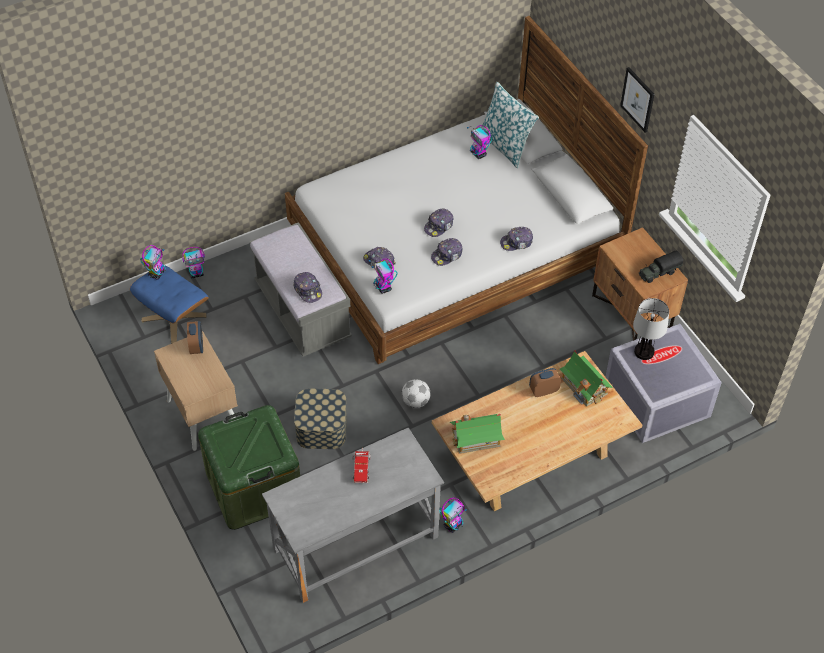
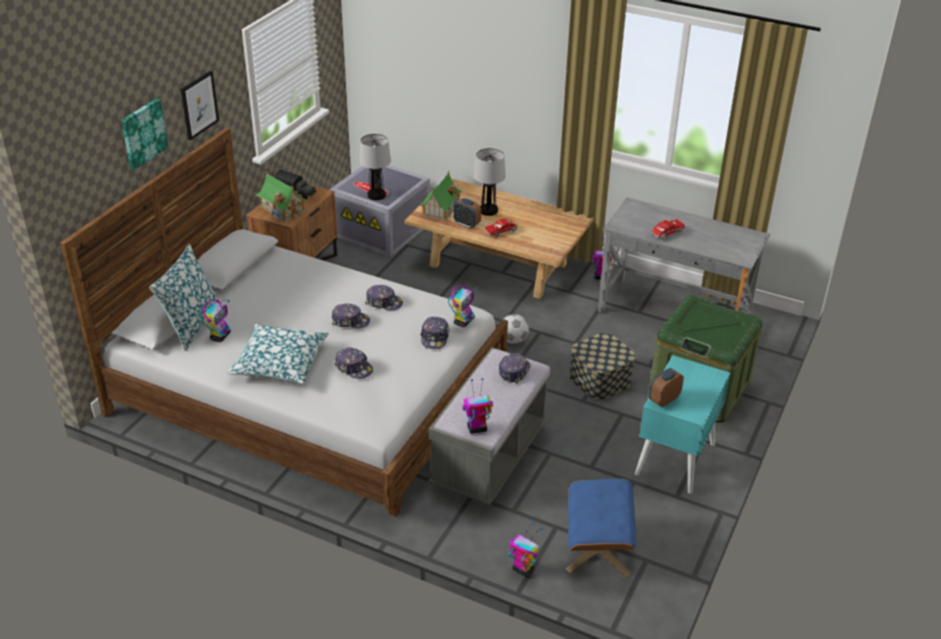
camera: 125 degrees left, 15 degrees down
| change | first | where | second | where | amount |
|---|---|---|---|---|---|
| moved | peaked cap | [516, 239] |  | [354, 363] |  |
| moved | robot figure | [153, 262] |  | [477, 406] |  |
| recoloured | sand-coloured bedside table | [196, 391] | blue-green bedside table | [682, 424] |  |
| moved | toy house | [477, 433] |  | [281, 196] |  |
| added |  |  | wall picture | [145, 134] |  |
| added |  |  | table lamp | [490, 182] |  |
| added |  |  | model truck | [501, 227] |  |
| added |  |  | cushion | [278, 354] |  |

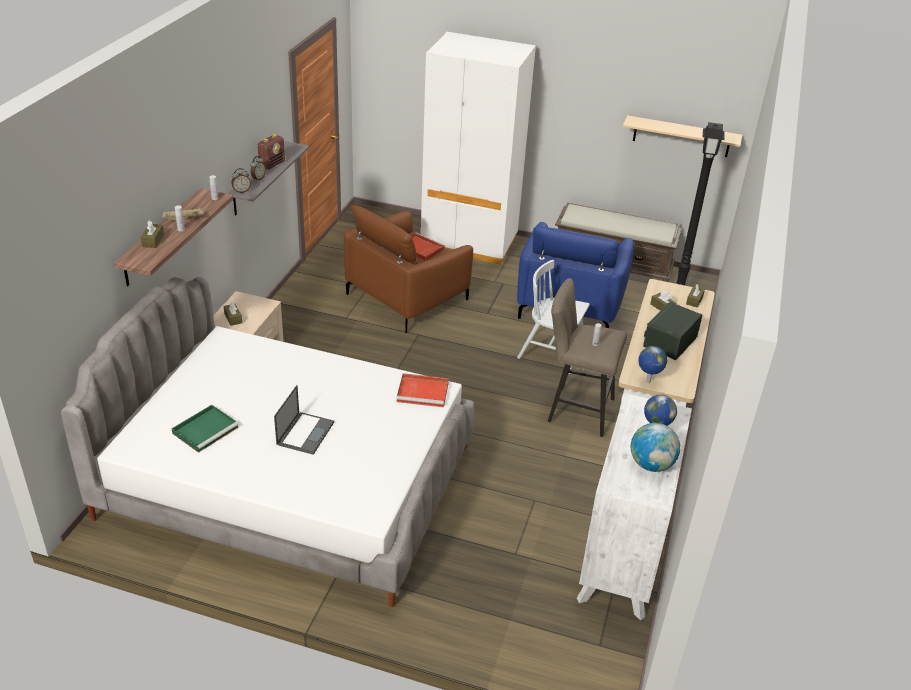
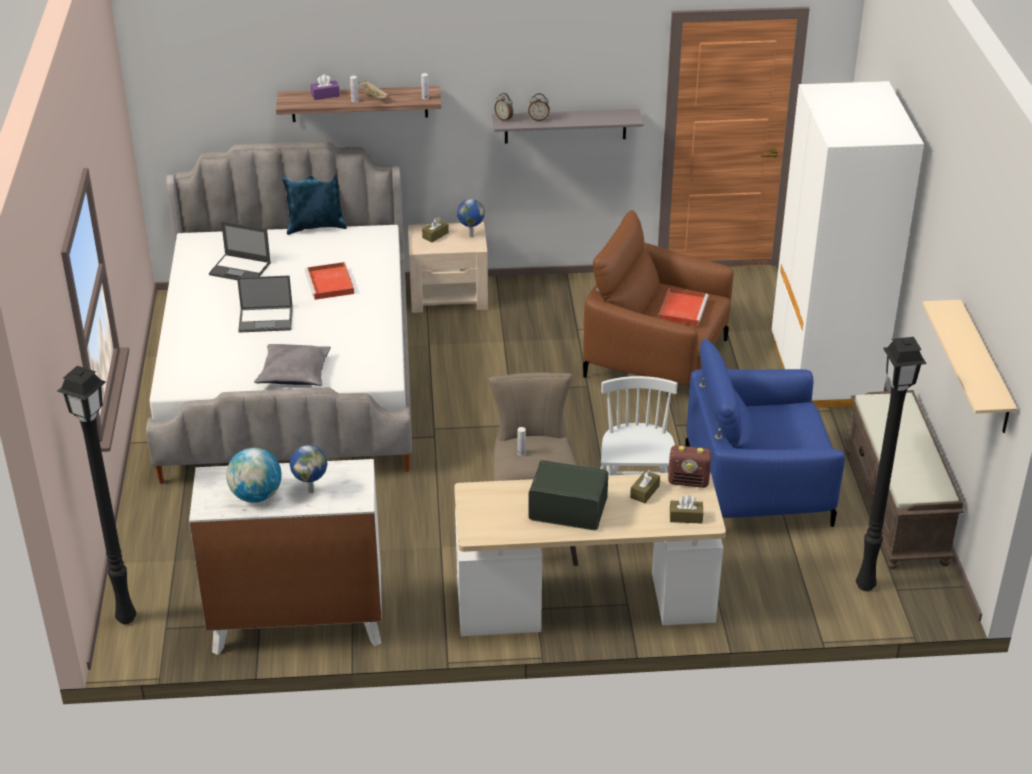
camera: 70 degrees right, 0 degrees up
| change | first | where | second | where | amount |
|---|---|---|---|---|---|
| moved | radio | [271, 152] |  | [690, 466] |  |
| recoloured | brownish box of tissues | [152, 234] | purple box of tissues | [325, 87] |  |
| moved | globe | [652, 364] |  | [471, 218] |  |
| moved | red serving tray | [423, 390] |  | [329, 281] |  |
| replaced | green serving tray | [205, 429] | laptop | [240, 251] |  |
| added |  |  | blue cushion | [314, 205] |  |
| added |  |  | gray cushion | [292, 365] |  |
| added |  |  | blackish floor lamp | [96, 495] |  |

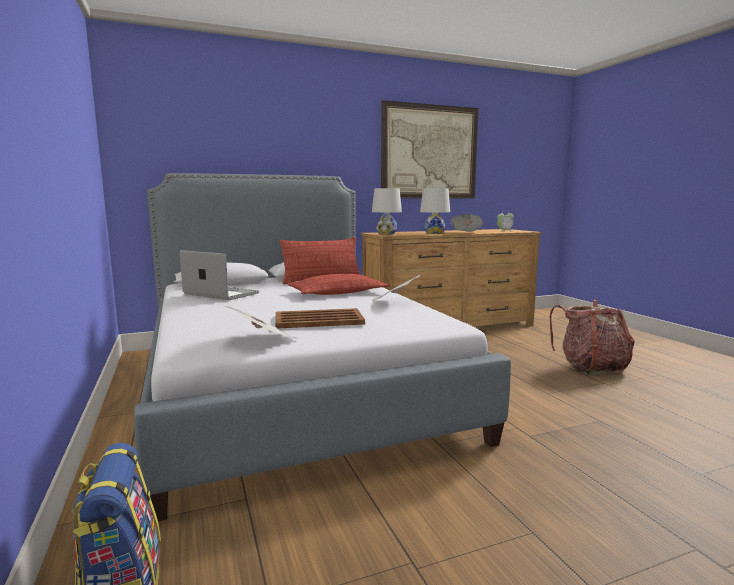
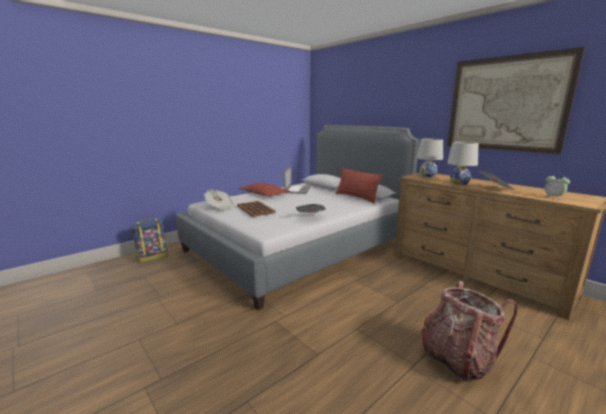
camera: 70 degrees right, 5 degrees up
| change | first | where | second | where | amount |
|---|---|---|---|---|---|
| moved | cushion | [339, 284] |  | [264, 190] |  |

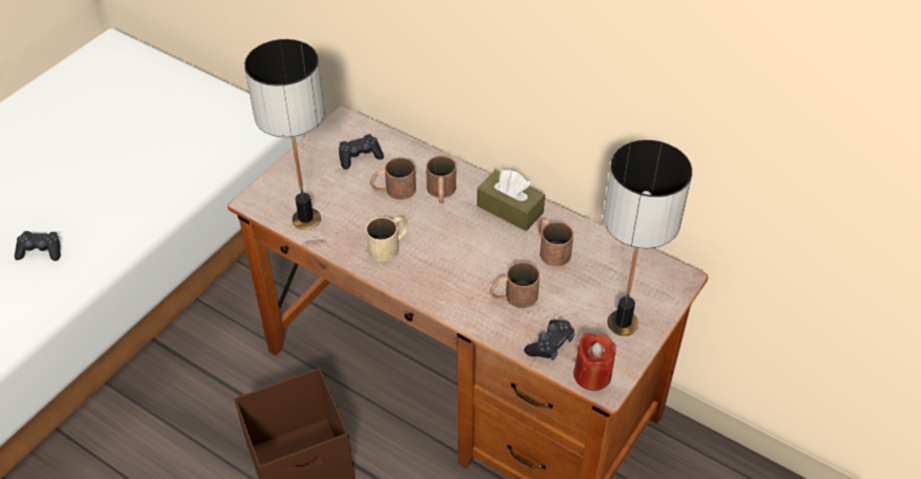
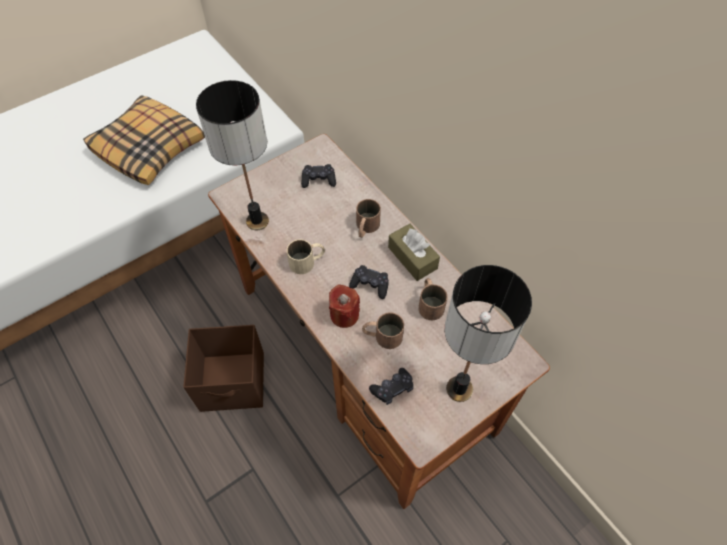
camera: 20 degrees right, 10 degrees up
| change | first | where | second | where | amount |
|---|---|---|---|---|---|
| removed | brownish mug | [393, 178] |  |  |  |
| moved | blackish gamepad | [38, 246] |  | [369, 282] |  |
| moved | red wax candle | [595, 362] |  | [344, 306] |  |
| added |  |  | cushion | [144, 140] |  |

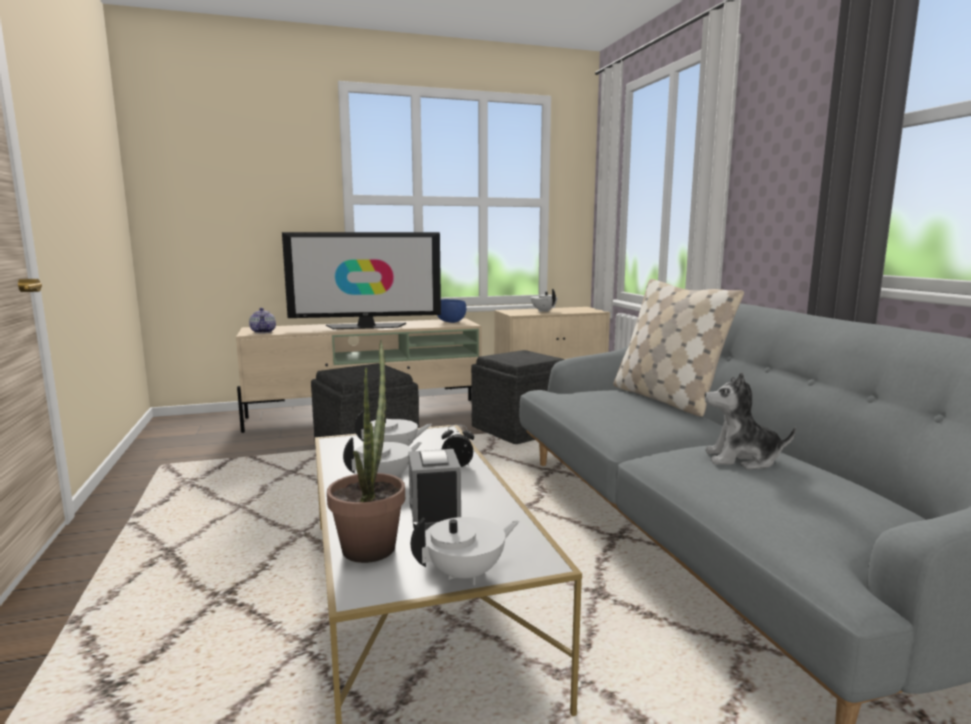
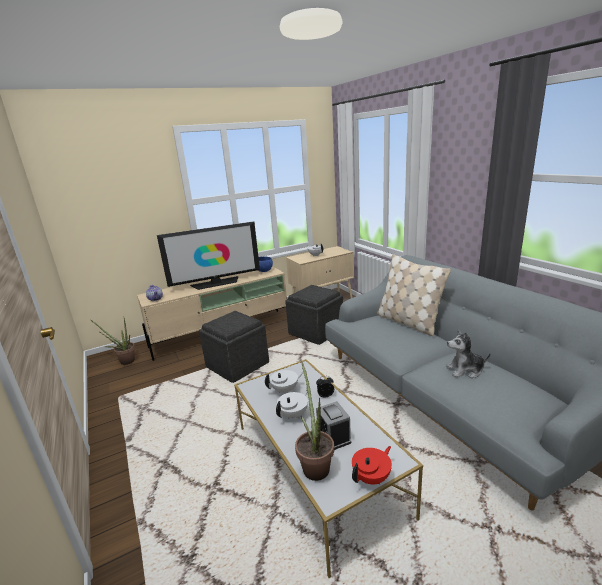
camera: 10 degrees left, 10 degrees up
| change | first | where | second | where | amount |
|---|---|---|---|---|---|
| recoloured | white pot for tea | [465, 551] | red pot for tea | [372, 465] |  |
| added |  |  | potted plant | [113, 341] |  |

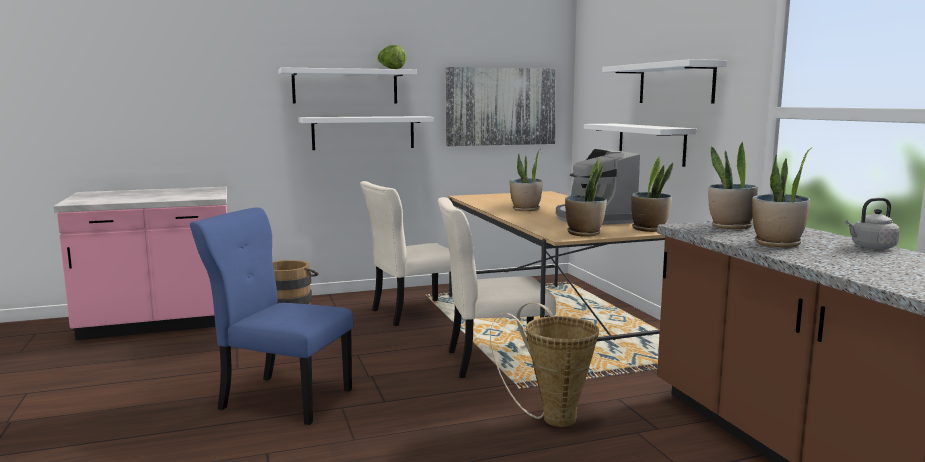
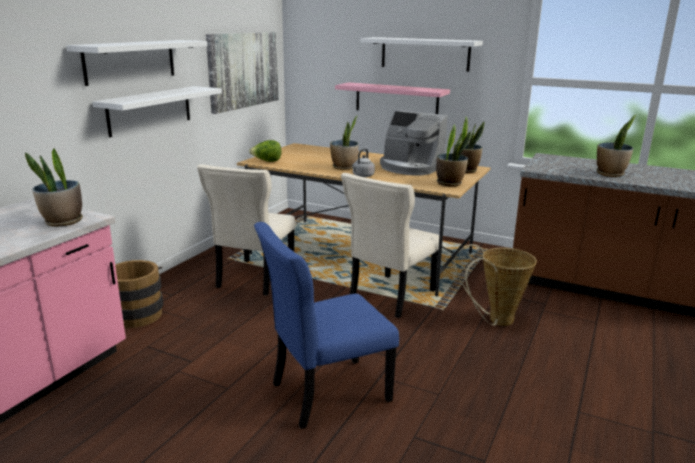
camera: 45 degrees left, 10 degrees up
| change | first | where | second | where | amount |
|---|---|---|---|---|---|
| moved | head of lettuce | [391, 57] |  | [265, 151] |  |
| recoloured | white shelf | [640, 145] | pinkish shelf | [392, 98] |  |
| moved | potted plant | [733, 185] |  | [54, 187] |  |
| moved | gray tea kettle | [872, 223] |  | [363, 163] |  |

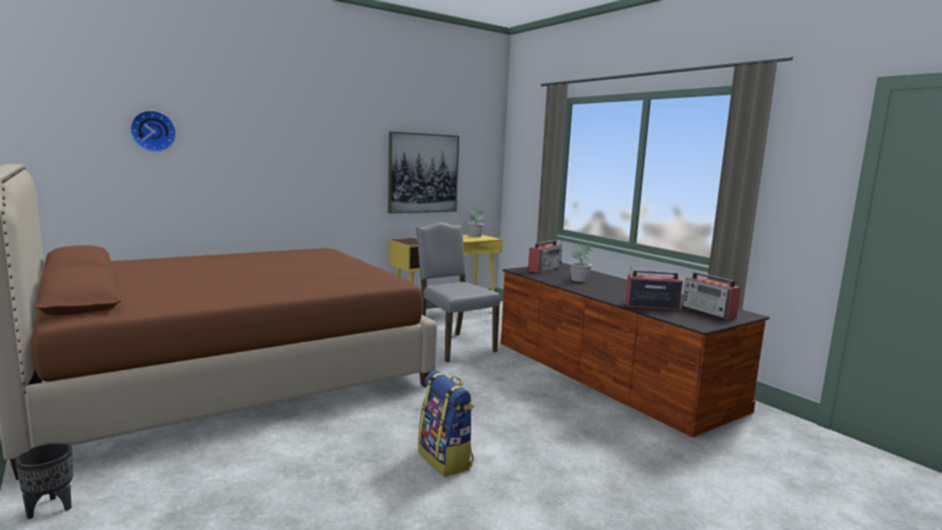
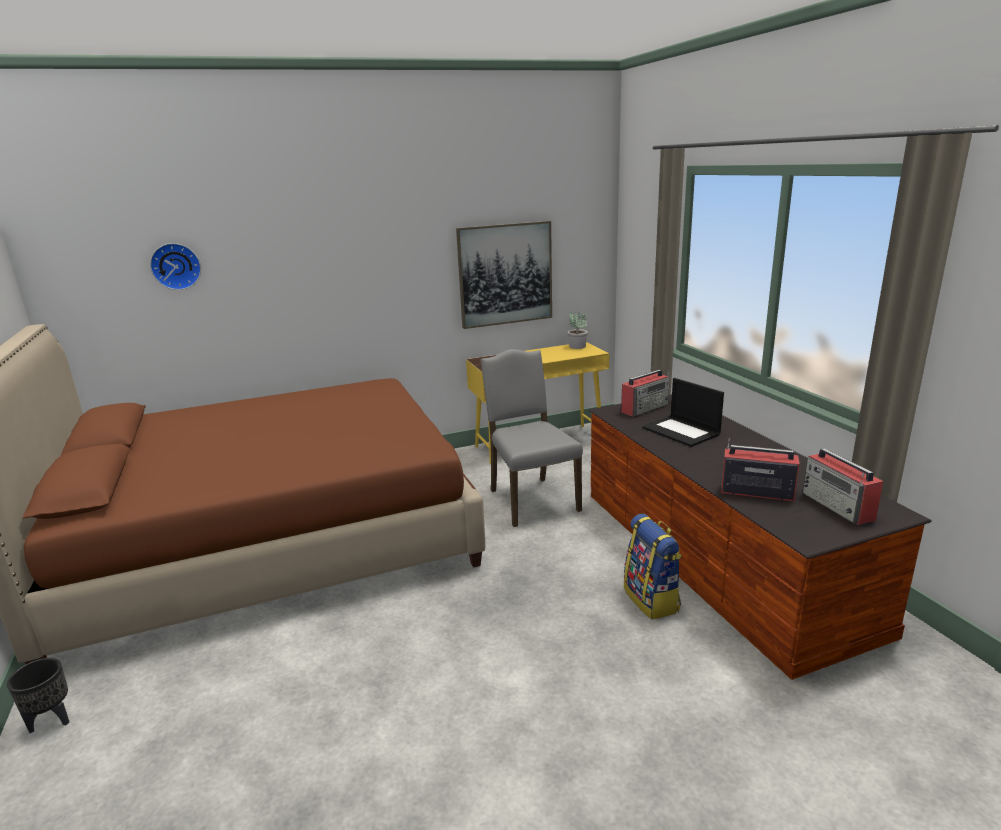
camera: 15 degrees right, 10 degrees up
| change | first | where | second | where | amount |
|---|---|---|---|---|---|
| replaced | potted plant | [581, 262] | laptop | [683, 412] |  |
| moved | rucksack | [446, 423] |  | [653, 567] |  |

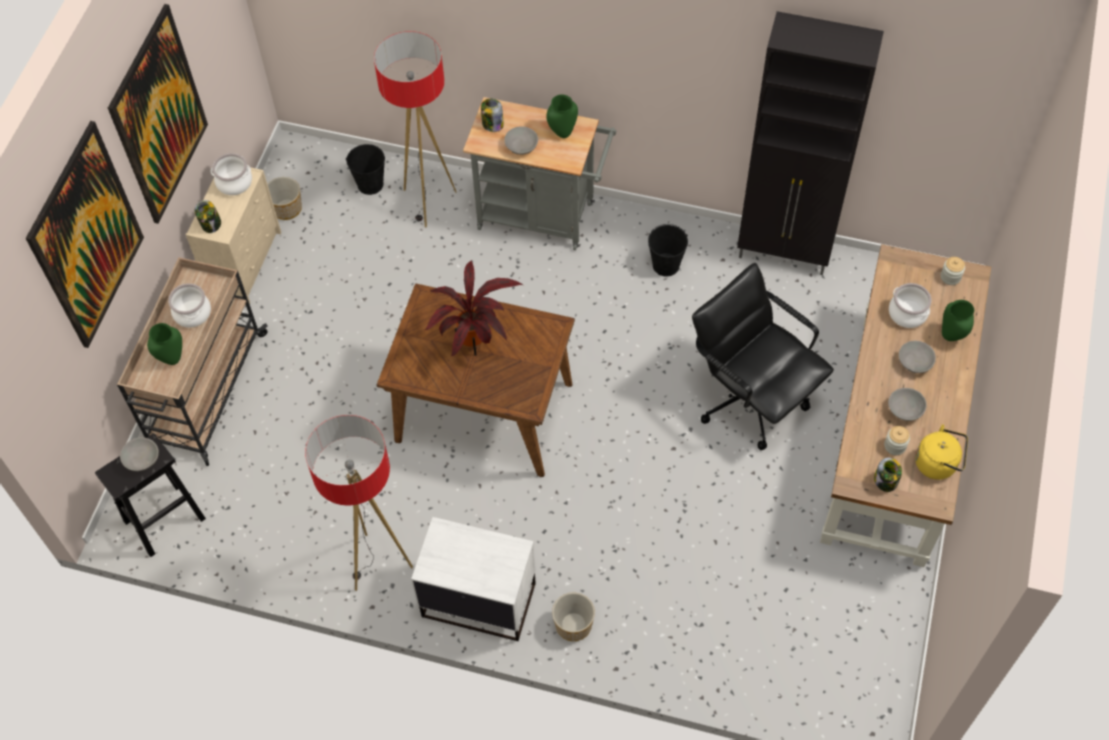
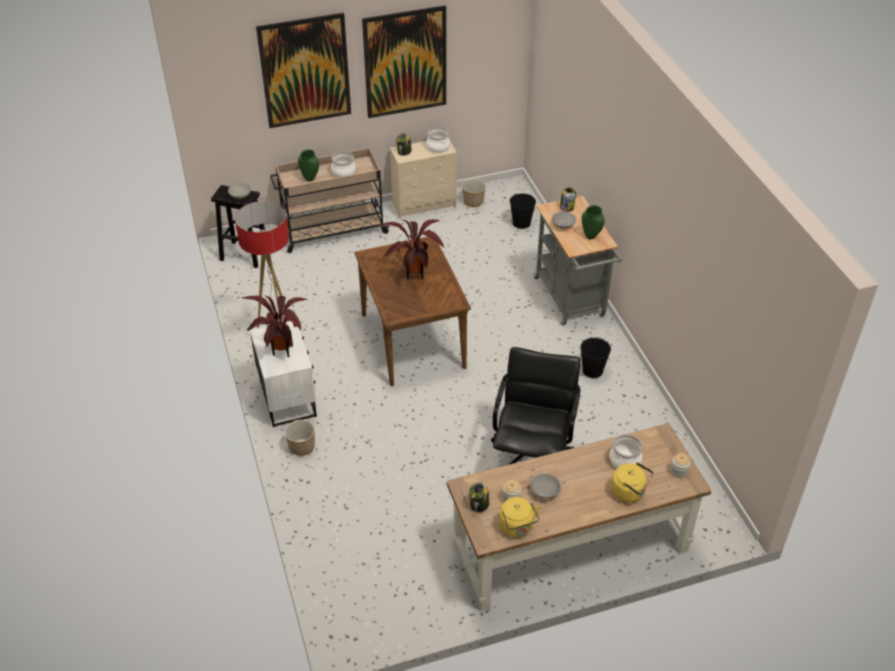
camera: 55 degrees right, 15 degrees down
| change | first | where | second | where | amount |
|---|---|---|---|---|---|
| removed | blackish cupboard | [810, 143] |  |  |  |
| removed | floor lamp | [415, 129] |  |  |  |
| replaced | green vase | [958, 320] | yellowish tea kettle | [632, 482] |  |
| removed | gray serving bowl | [917, 357] |  |  |  |
| added |  |  | potted plant | [274, 326] |  |

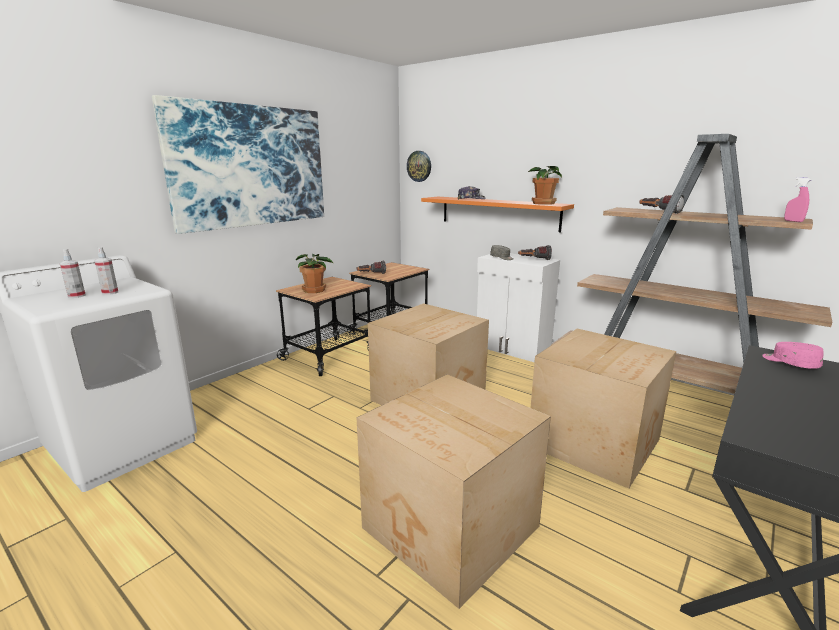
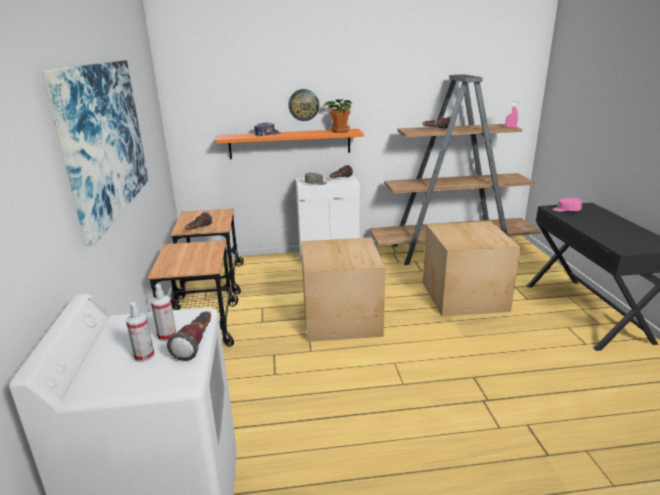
camera: 45 degrees left, 5 degrees up
| change | first | where | second | where | amount |
|---|---|---|---|---|---|
| moved | wall clock | [419, 166] |  | [303, 105] |  |
| removed | potted plant | [315, 273] |  |  |  |
| removed | cardboard box | [453, 491] |  |  |  |
| added |  |  | torch | [189, 336] |  |

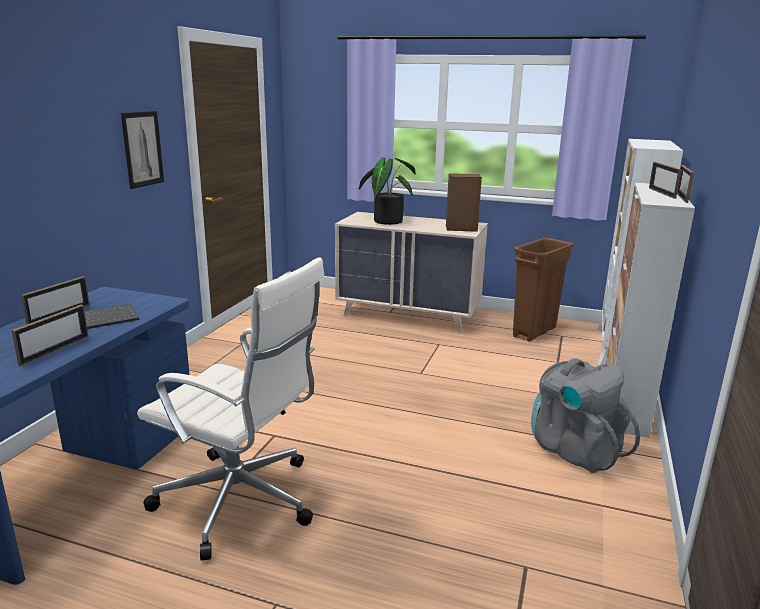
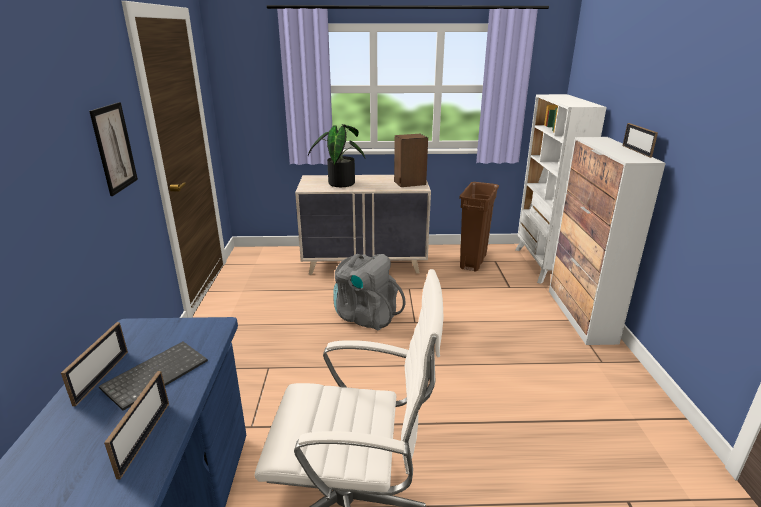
camera: 20 degrees left, 5 degrees up
| change | first | where | second | where | amount |
|---|---|---|---|---|---|
| removed | photo frame | [665, 180] |  |  |  |
| moved | gray rucksack | [585, 415] |  | [369, 292] |  |

